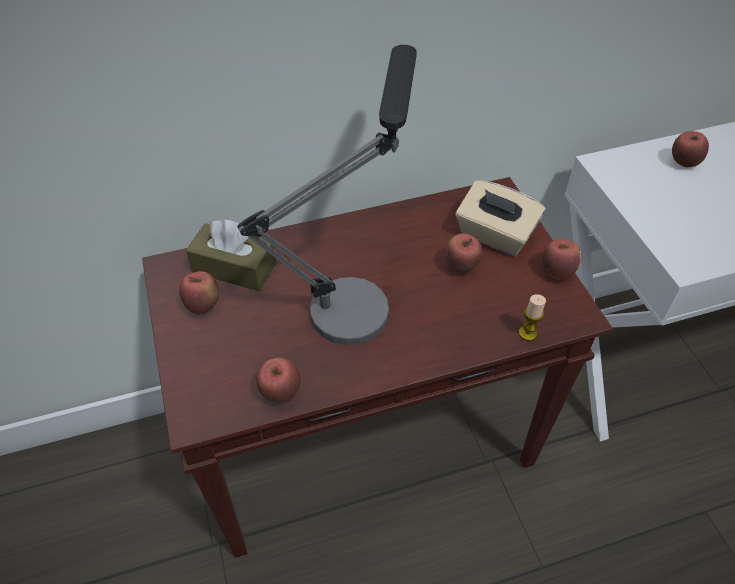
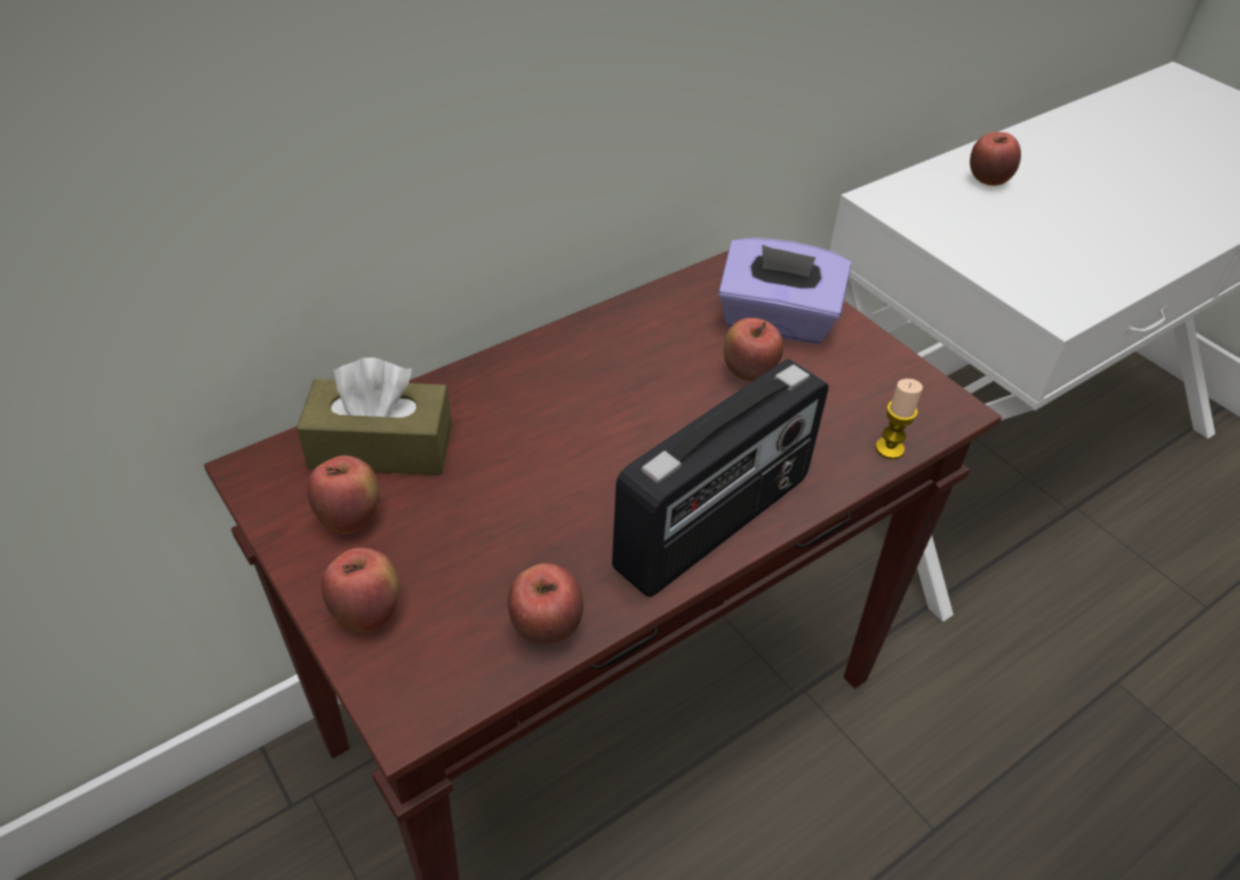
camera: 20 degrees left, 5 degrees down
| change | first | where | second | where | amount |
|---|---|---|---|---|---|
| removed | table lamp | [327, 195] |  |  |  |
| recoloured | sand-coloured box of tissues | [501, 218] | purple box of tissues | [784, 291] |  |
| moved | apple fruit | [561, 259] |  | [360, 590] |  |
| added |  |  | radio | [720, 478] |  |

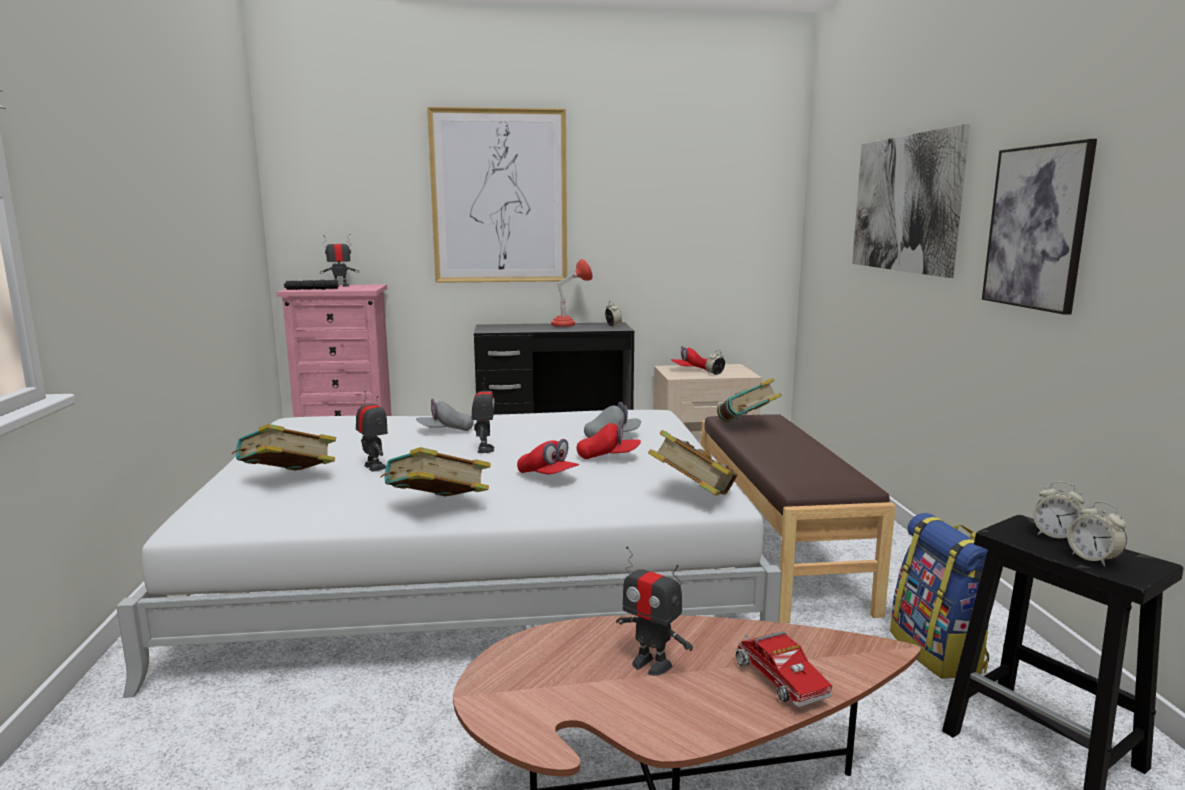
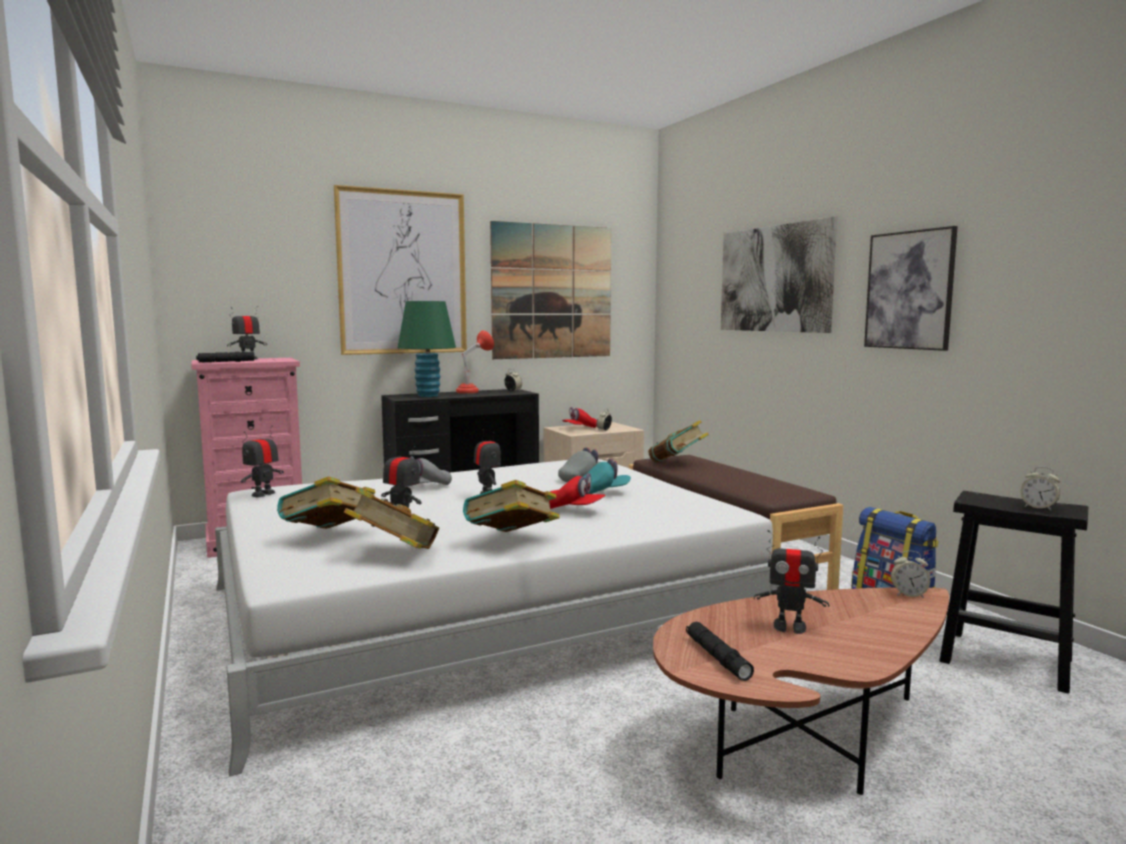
camera: 20 degrees left, 5 degrees down
| change | first | where | second | where | amount |
|---|---|---|---|---|---|
| recoloured | red peaked cap | [609, 439] | blue-green peaked cap | [607, 476] |  |
| moved | bound book | [692, 463] |  | [391, 518] |  |
| moved | alarm clock | [1059, 509] |  | [910, 574] |  |
| removed | model truck | [783, 669] |  |  |  |
| added |  |  | wall picture | [550, 290] |  |
| added |  |  | green table lamp | [427, 349] |  |
| added |  |  | robot figure | [262, 461] |  |
| added |  |  | blackish torch | [720, 651] |  |

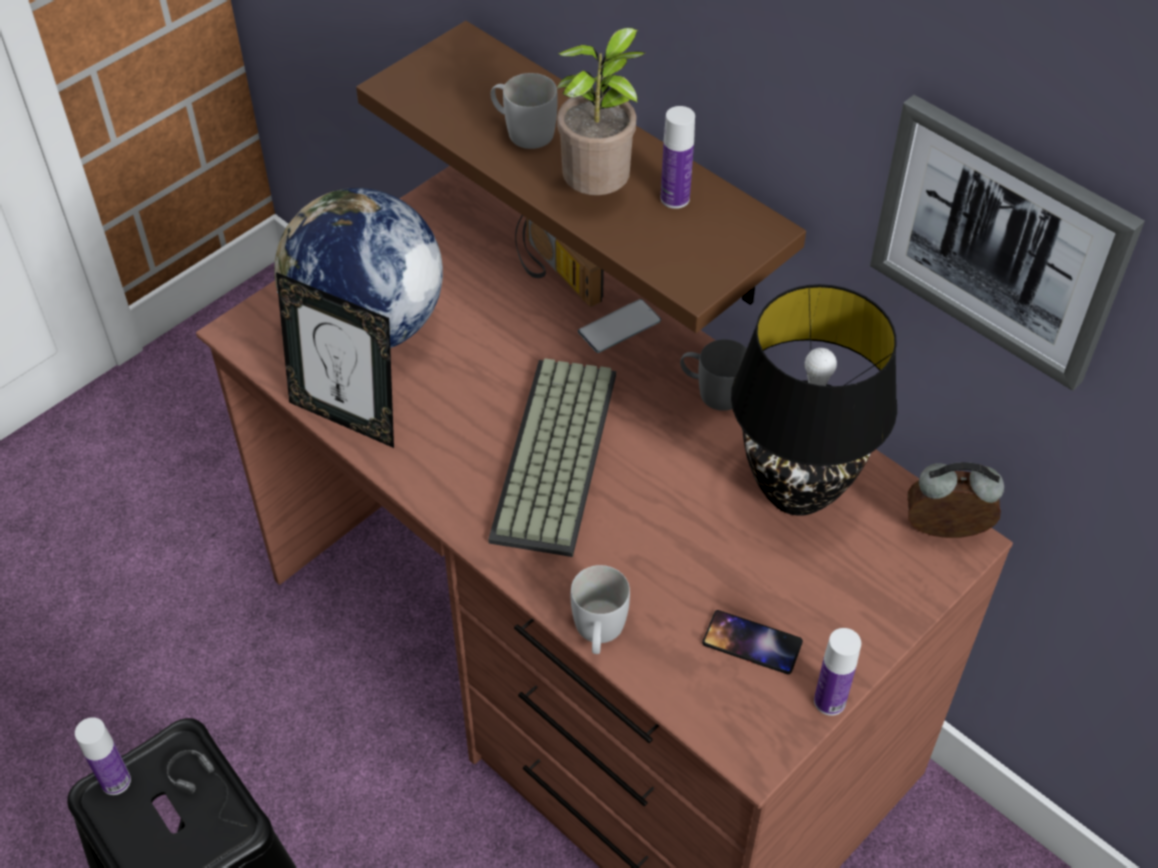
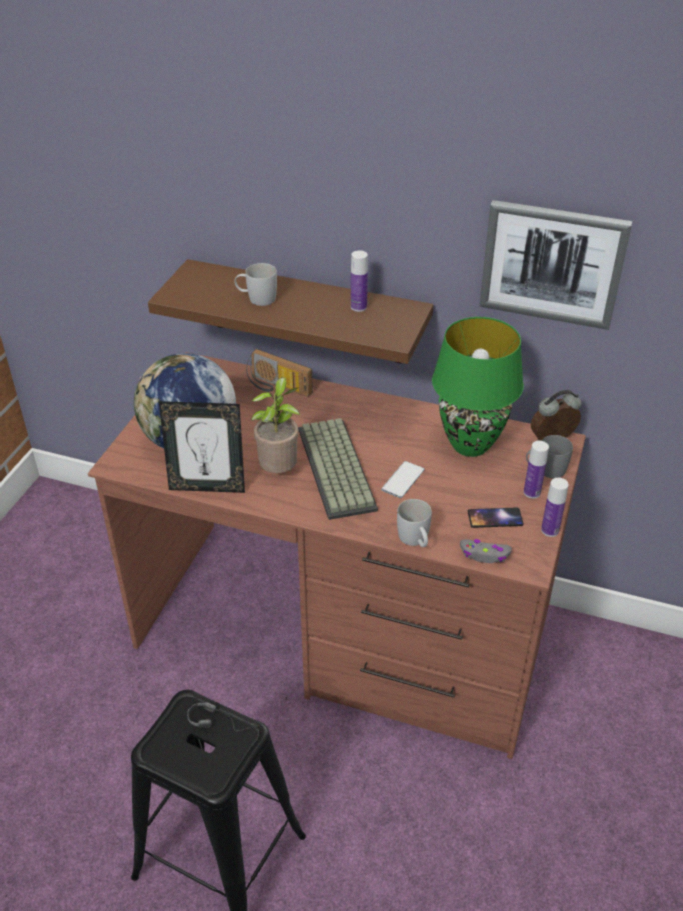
camera: 25 degrees left, 10 degrees down
| change | first | where | second | where | amount |
|---|---|---|---|---|---|
| moved | potted plant | [601, 111] |  | [275, 425] |  |
| recoloured | blackish table lamp | [814, 400] | green table lamp | [478, 387] |  |
| moved | telephone | [619, 326] |  | [402, 479] |  |
| moved | gray mug | [713, 375] |  | [549, 456] |  |
| moved | bottle | [103, 756] |  | [536, 469] |  |
| added |  |  | gray gamepad | [486, 551] |  |

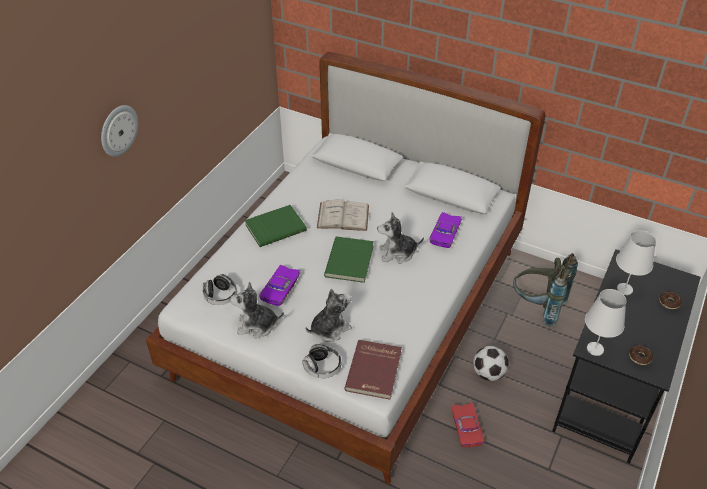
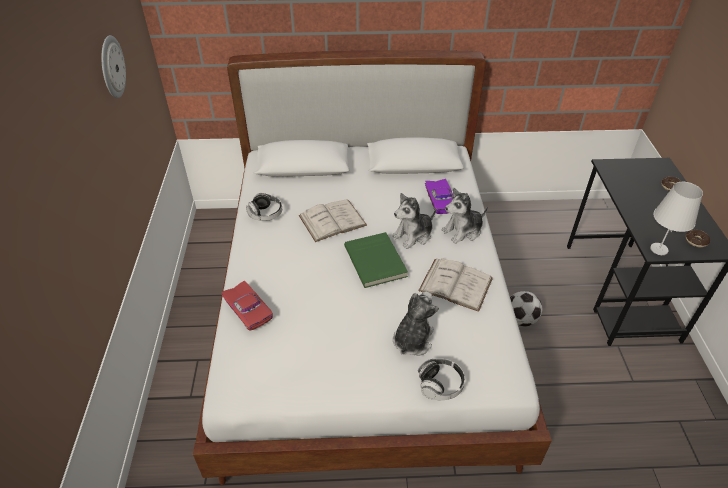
camera: 30 degrees left, 0 degrees up
| change | first | where | second | where | amount |
|---|---|---|---|---|---|
| moved | wall clock | [119, 131] |  | [113, 66] |  |
| removed | green bound book | [276, 226] |  |  |  |
| removed | white table lamp | [636, 262] |  |  |  |
| removed | gray rucksack | [545, 290] |  |  |  |
| removed | purple model car | [280, 285] |  |  |  |
| moved | headphones | [220, 289] |  | [264, 207] |  |
| moved | soft toy | [257, 310] |  | [465, 216] |  |
| removed | red bound book | [373, 370] |  |  |  |
| moved | red model car | [467, 425] |  | [247, 305] |  |
| added |  |  | white bound book | [455, 285] |  |

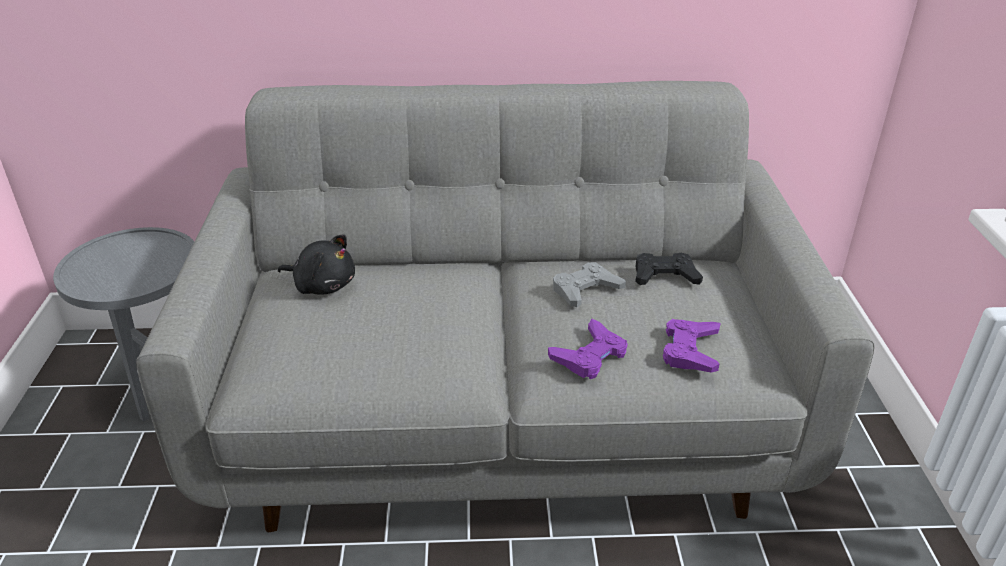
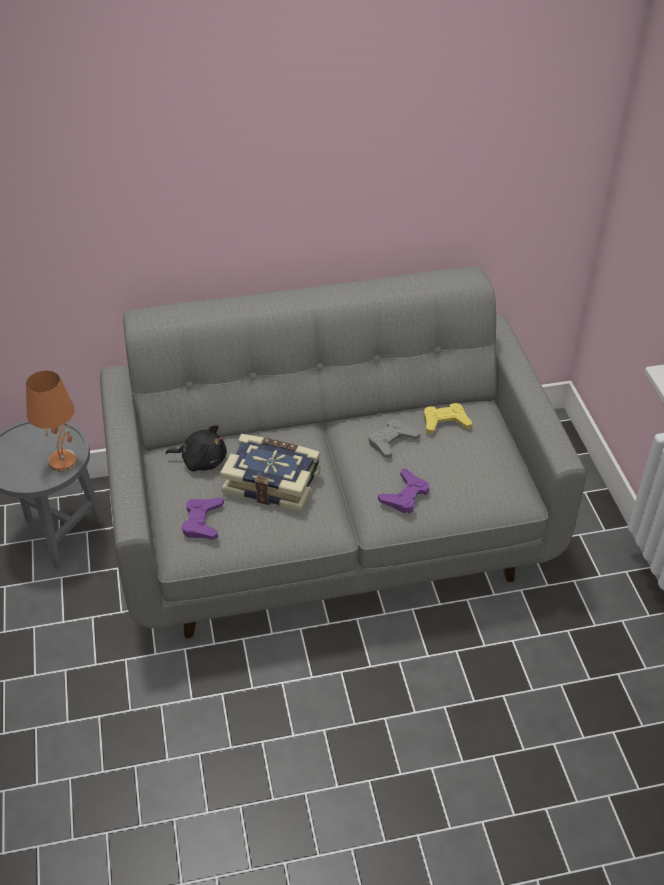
camera: 10 degrees left, 10 degrees up
| change | first | where | second | where | amount |
|---|---|---|---|---|---|
| recoloured | blackish gamepad | [669, 269] | yellowish gamepad | [448, 418] |  |
| moved | purple gamepad | [692, 346] |  | [202, 518] |  |
| added |  |  | orangey table lamp | [51, 421] |  |
| added |  |  | bound book | [270, 473] |  |

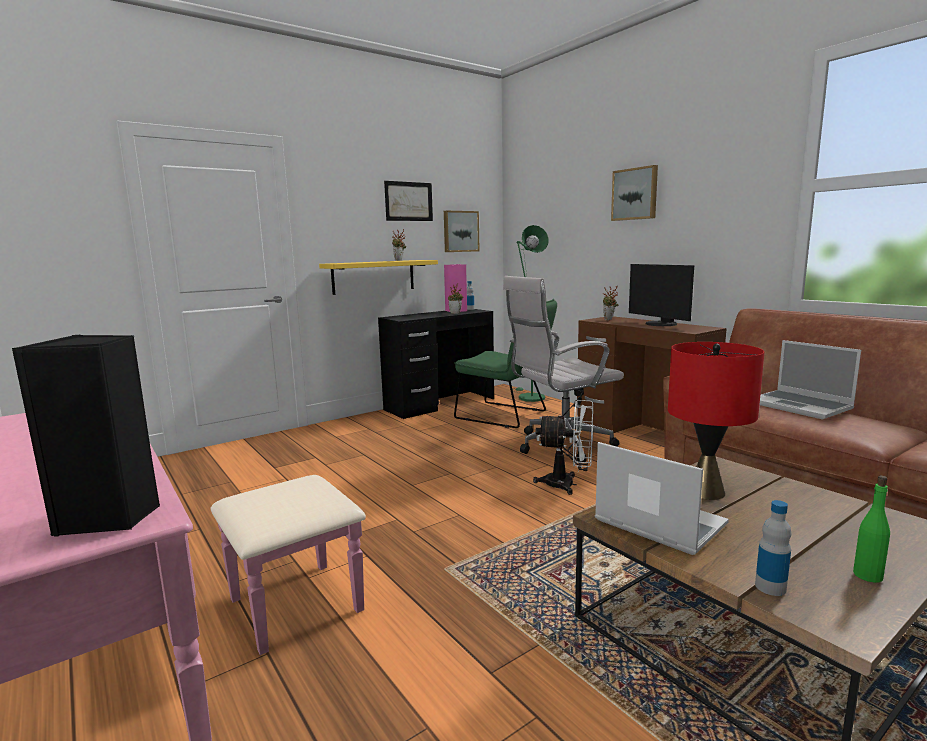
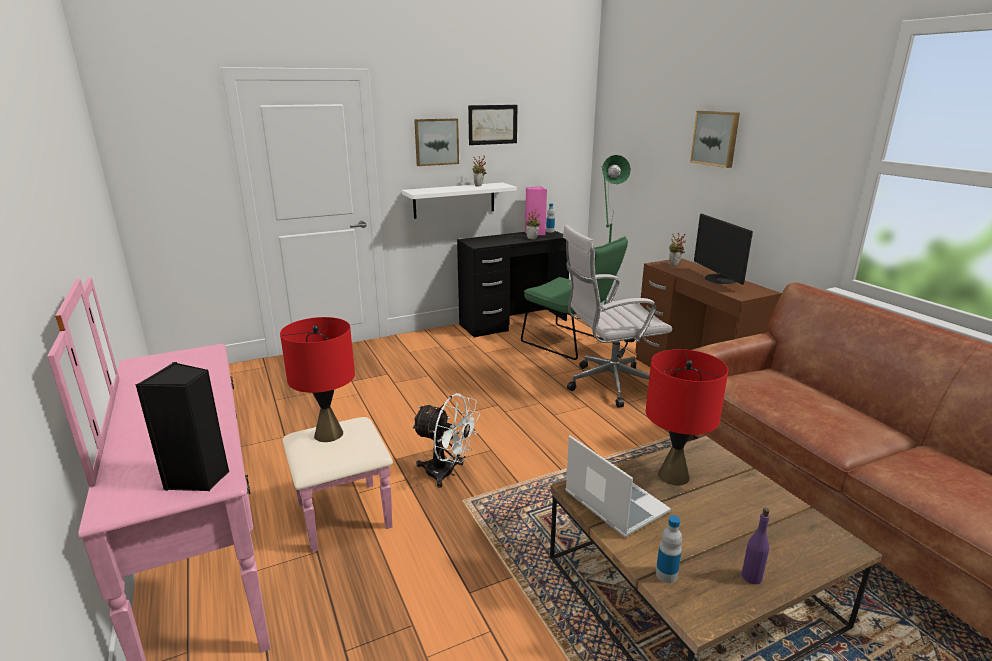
camera: 10 degrees right, 10 degrees up
| change | first | where | second | where | amount |
|---|---|---|---|---|---|
| moved | wall picture | [462, 231] |  | [436, 142] |  |
| recoloured | yellowish shelf | [378, 277] | white shelf | [459, 200] |  |
| removed | laptop | [810, 380] |  |  |  |
| moved | white cooling fan | [563, 447] |  | [445, 440] |  |
| recoloured | green bottle | [871, 529] | purple bottle | [755, 546] |  |
| added |  |  | red table lamp | [317, 379] |  |

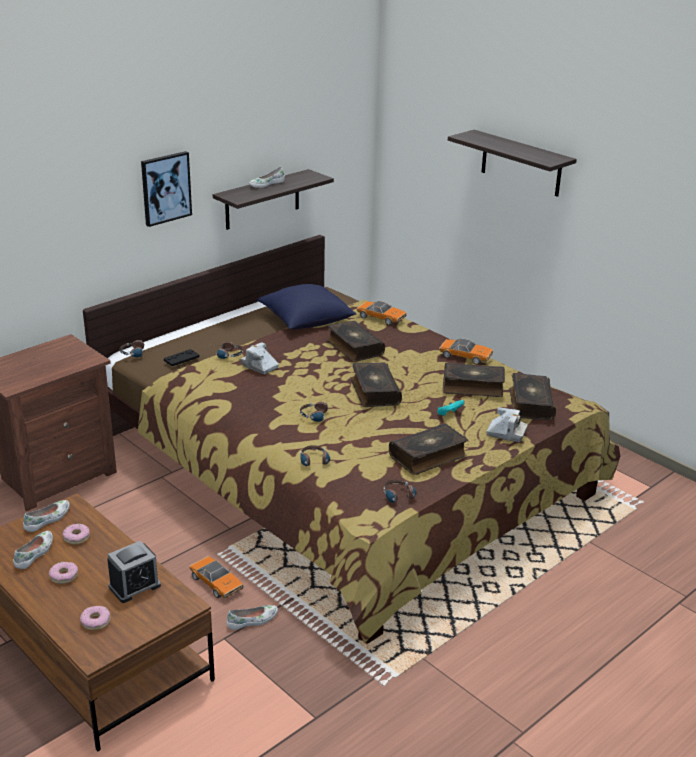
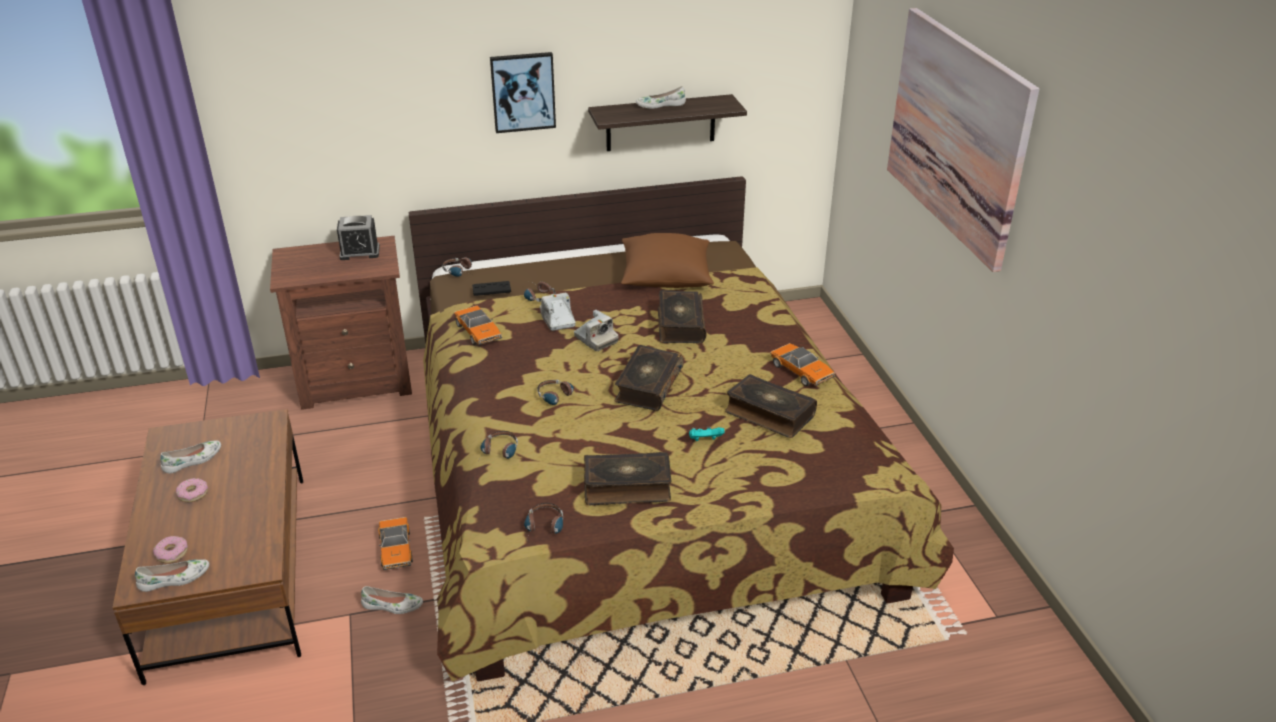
camera: 30 degrees right, 5 degrees up
| change | first | where | second | where | amount |
|---|---|---|---|---|---|
| replaced | shelf | [512, 163] | wall picture | [963, 140] |  |
| recoloured | blue cushion | [306, 306] | brownish cushion | [667, 260] |  |
| moved | model car | [382, 313] |  | [478, 325] |  |
| removed | bound book | [533, 396] |  |  |  |
| moved | still camera | [507, 424] |  | [596, 330] |  |
| moved | white low shoe | [46, 516] |  | [172, 575] |  |
| removed | ring doughnut | [76, 534] |  |  |  |
| moved | alarm clock | [134, 572] |  | [358, 237] |  |

